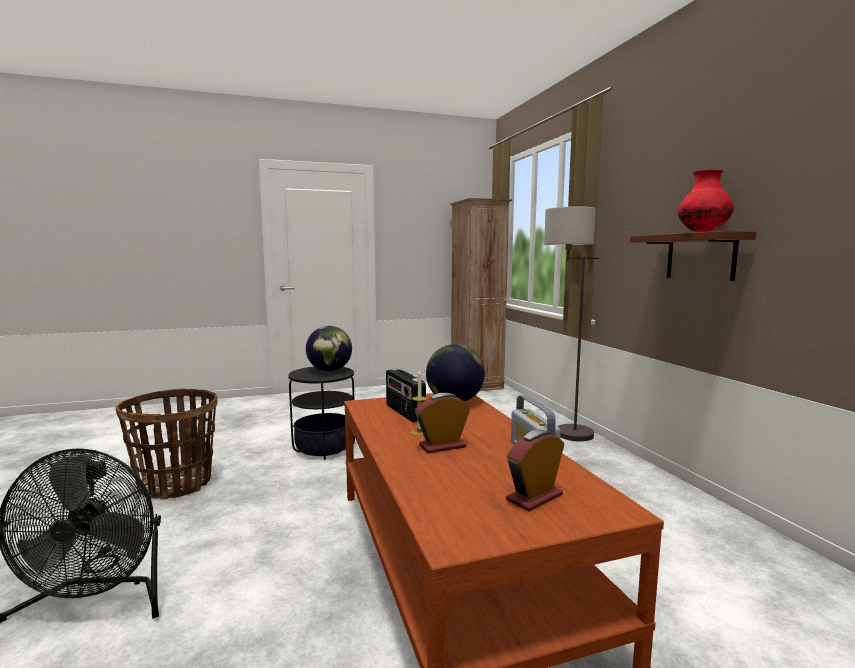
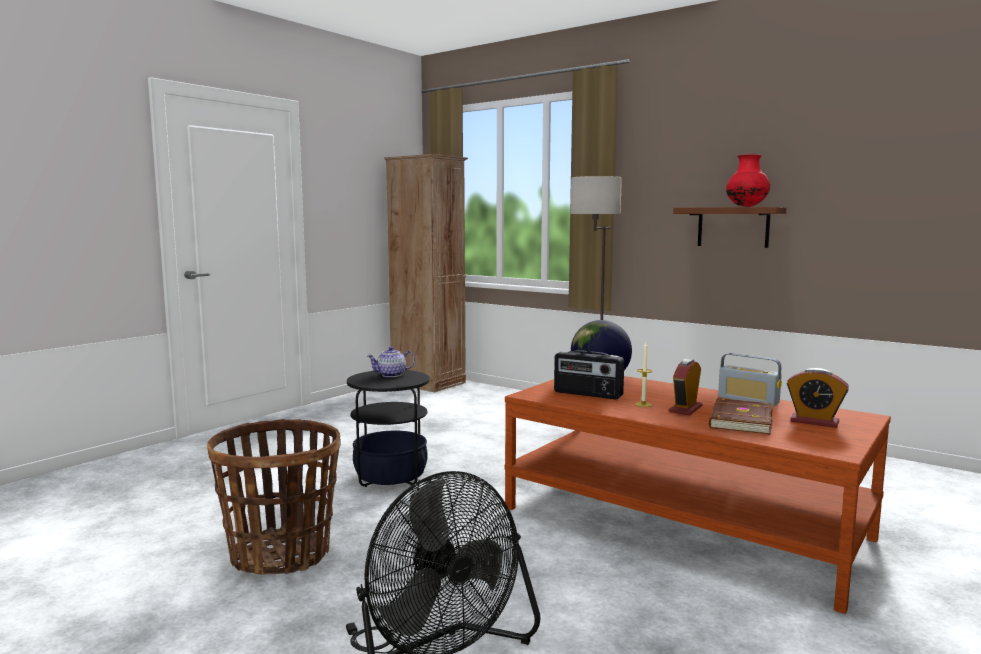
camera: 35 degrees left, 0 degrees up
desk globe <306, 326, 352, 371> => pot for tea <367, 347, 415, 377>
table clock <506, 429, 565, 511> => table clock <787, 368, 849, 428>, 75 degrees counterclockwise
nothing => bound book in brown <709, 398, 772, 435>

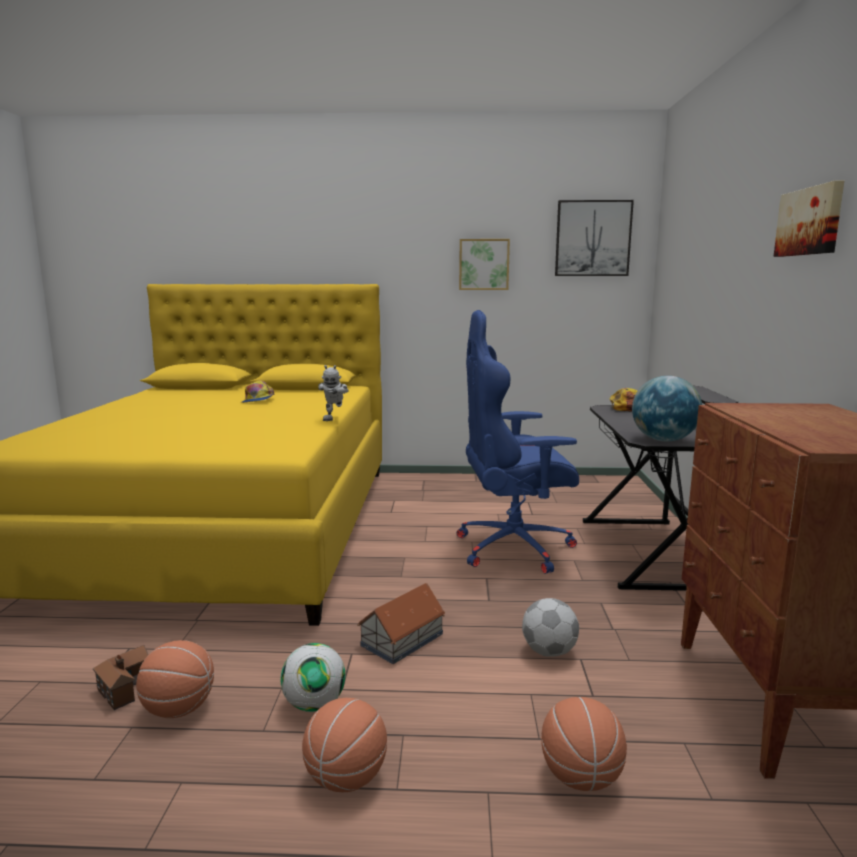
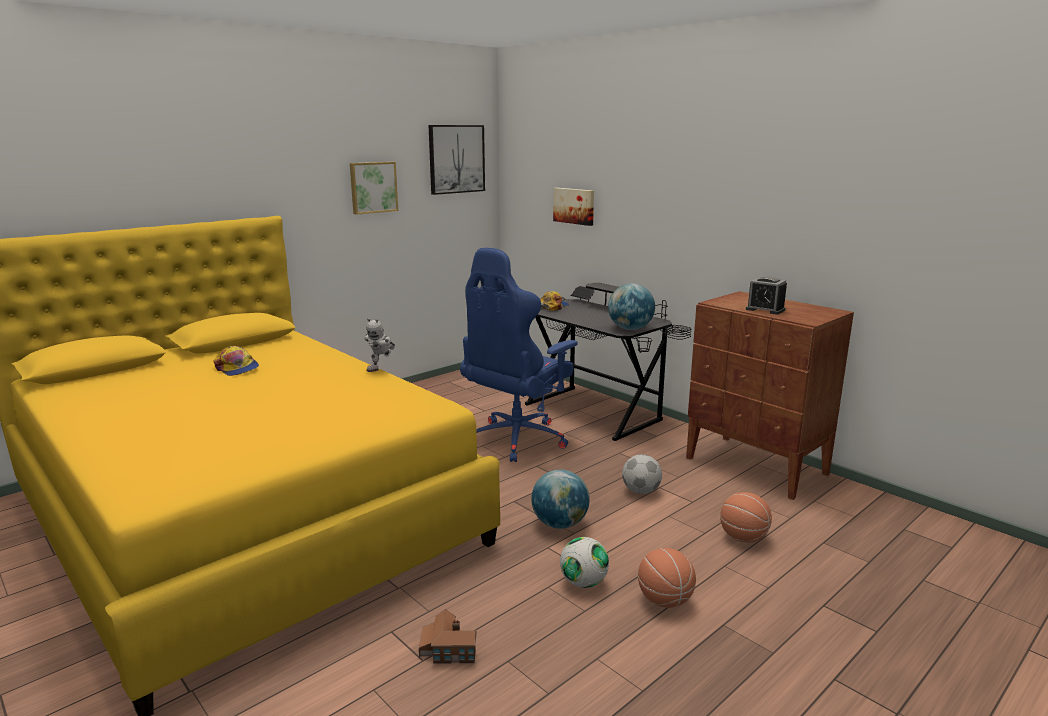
camera: 45 degrees left, 5 degrees up
basketball ball <136, 640, 214, 718> => nothing
toy robot <318, 365, 349, 421> => toy robot <364, 318, 395, 372>, 60 degrees clockwise
toy house <357, 583, 445, 664> => desk globe <531, 469, 590, 529>
picture <774, 181, 844, 257> => picture <553, 188, 594, 226>, relocated
nothing => table clock <746, 276, 787, 315>

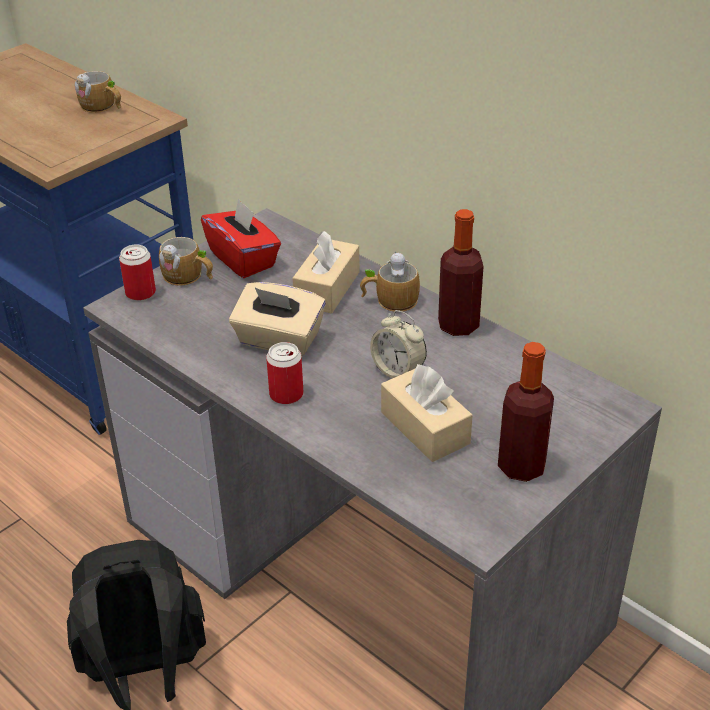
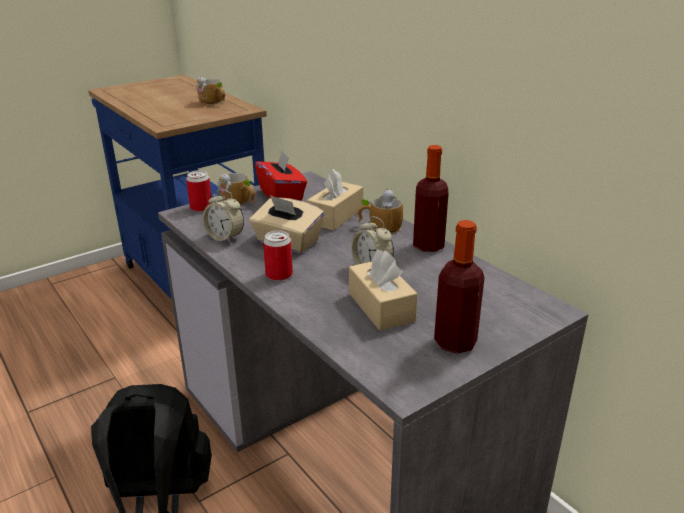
camera: 10 degrees right, 10 degrees down
nothing => table clock <202, 190, 244, 243>

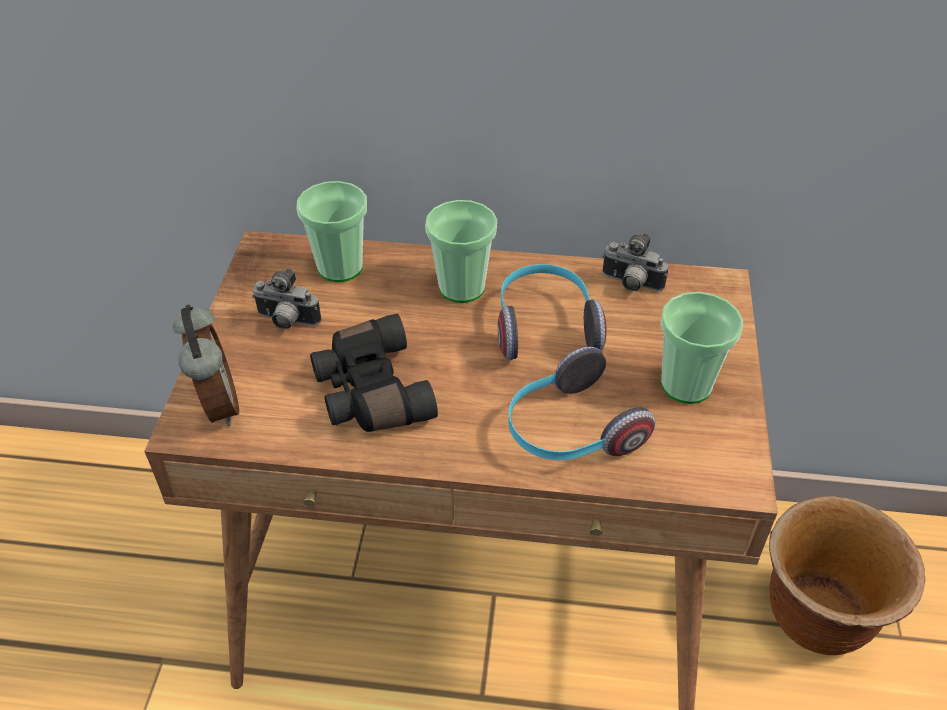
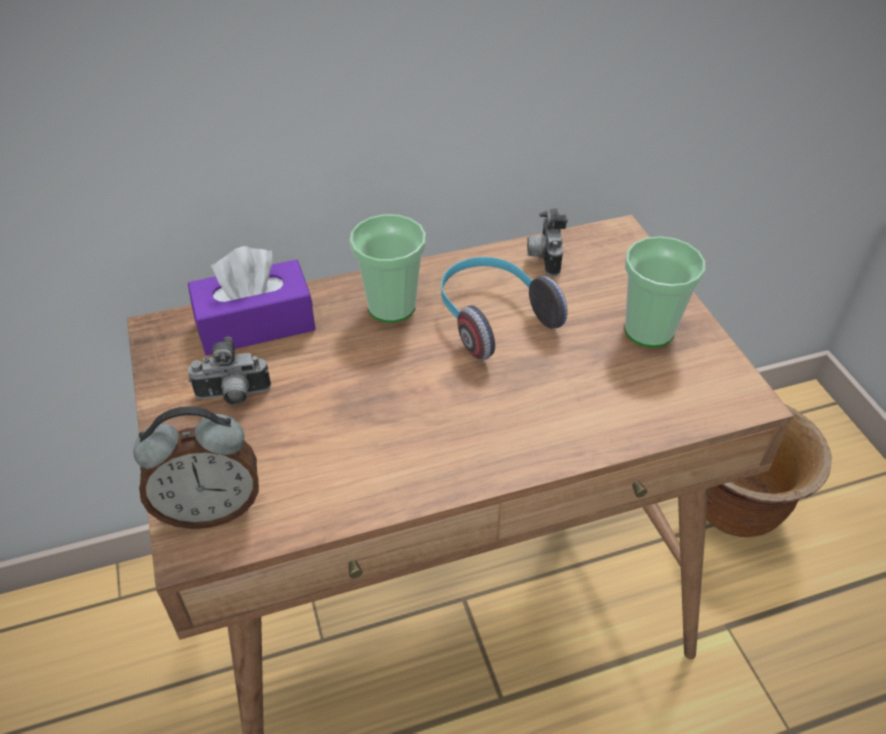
camera: 25 degrees left, 0 degrees up
table clock <173, 304, 239, 426> => table clock <133, 406, 259, 529>, 120 degrees clockwise
cup <296, 181, 367, 282> => tissue holder in purple-coloured <188, 246, 316, 355>
binoculars in black-coloured <310, 314, 438, 432> => nothing
headphones <508, 347, 655, 460> => nothing
photo camera <602, 233, 668, 291> => photo camera <527, 208, 568, 276>, 90 degrees clockwise

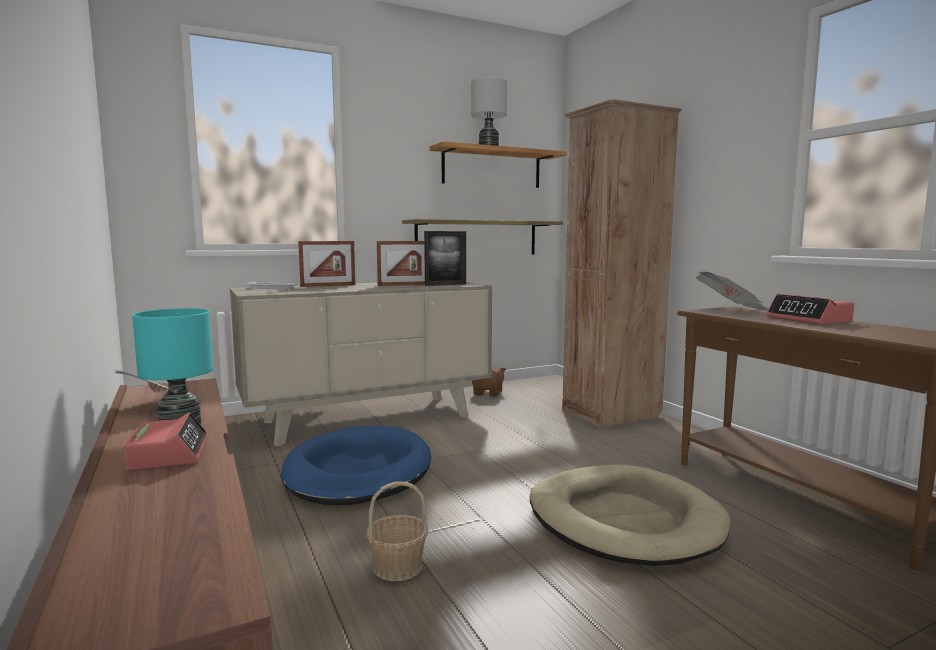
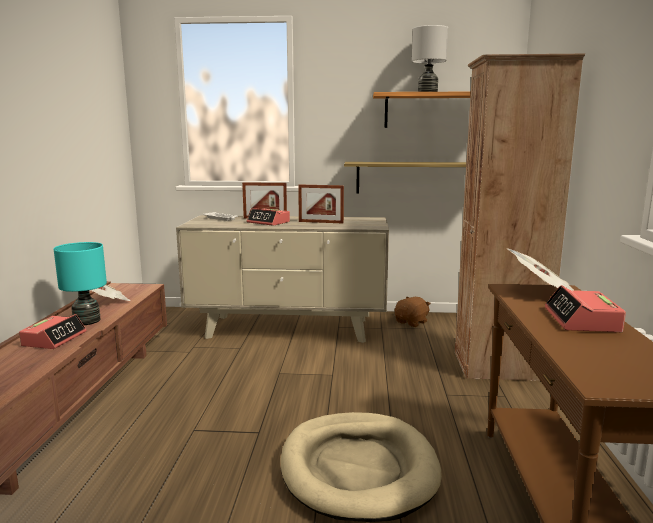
camera: 30 degrees right, 5 degrees up
dog cushion in bluish <281, 426, 431, 505> => nothing
storage basket <366, 481, 428, 581> => nothing
photo frame <424, 231, 466, 286> => nothing
nothing => table clock <246, 208, 290, 226>

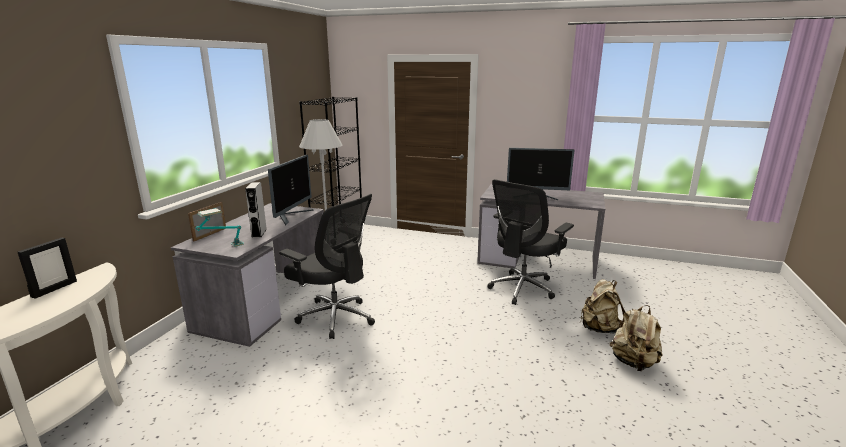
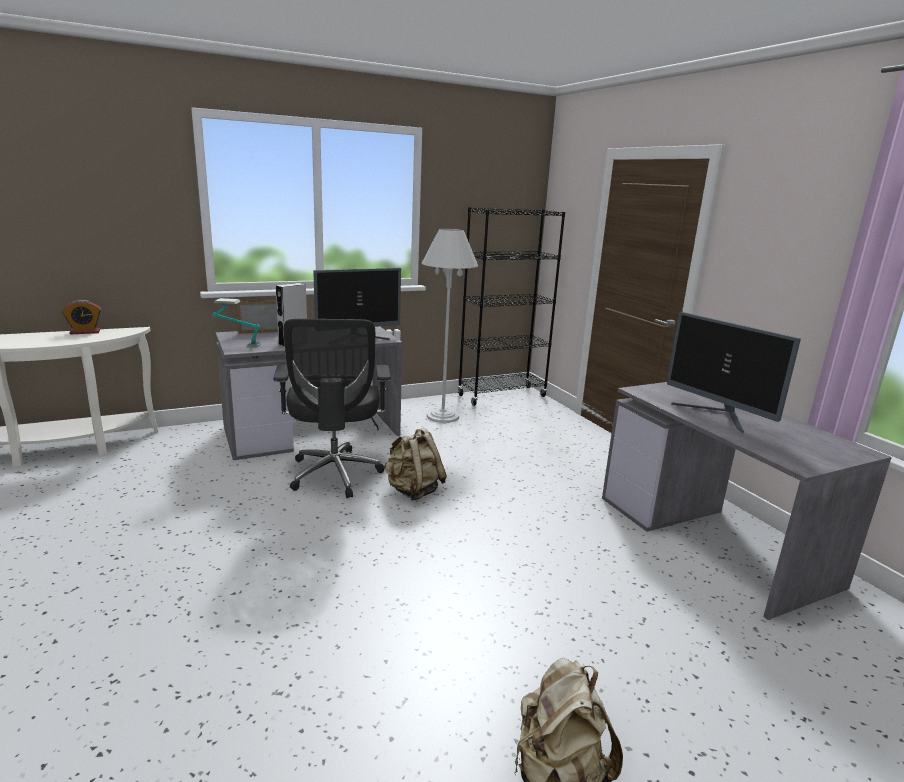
camera: 45 degrees right, 0 degrees up
photo frame <18, 238, 77, 299> => table clock <62, 300, 101, 335>
computer chair <488, 179, 574, 305> => nothing
knapsack in beige <580, 279, 625, 334> => knapsack in beige <383, 428, 447, 501>, relocated

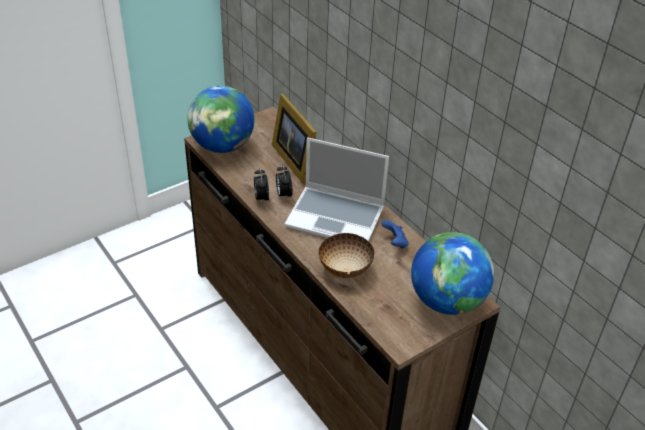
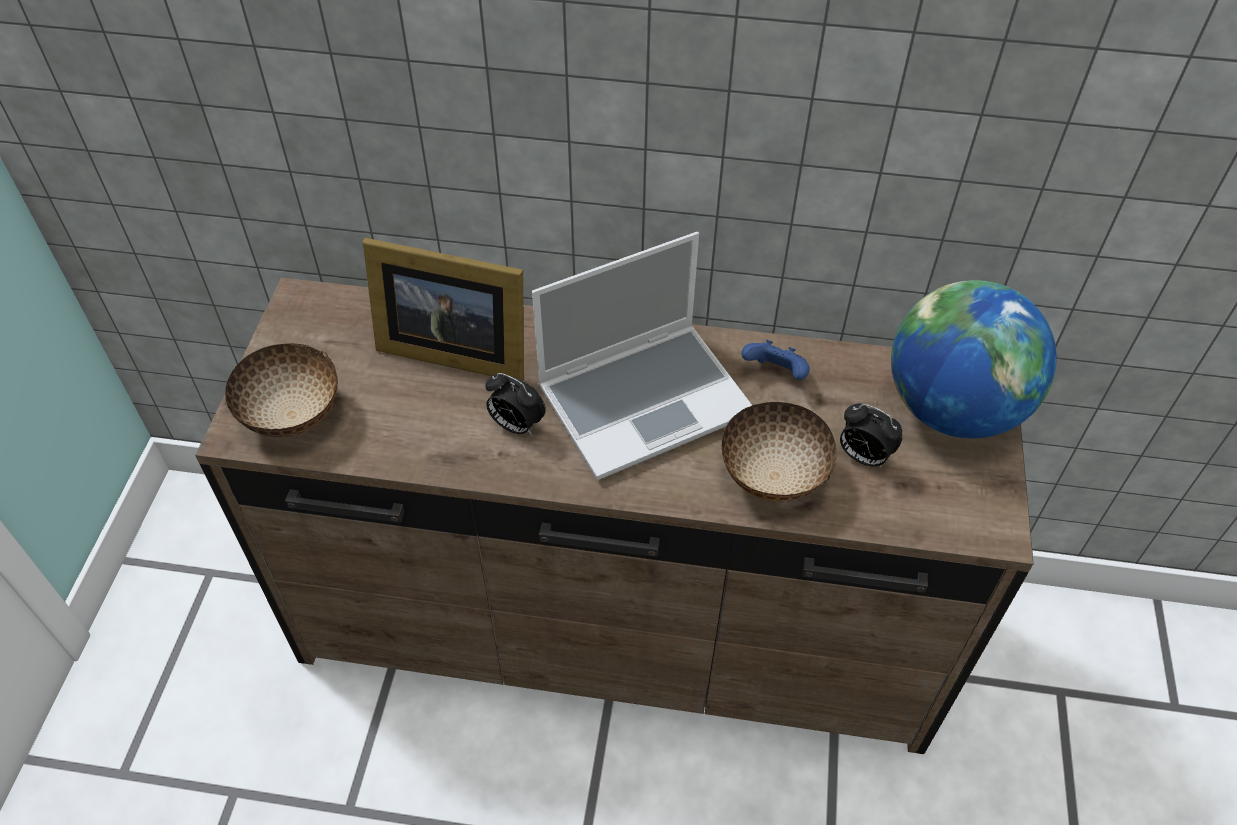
camera: 45 degrees left, 10 degrees up
desk globe <187, 86, 254, 153> => deep dish <225, 343, 338, 437>
table clock <254, 169, 269, 205> => table clock <840, 404, 902, 468>, relocated

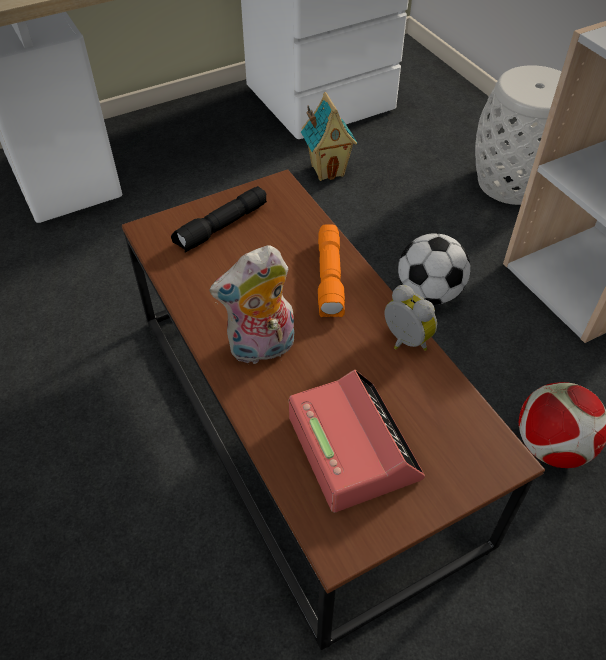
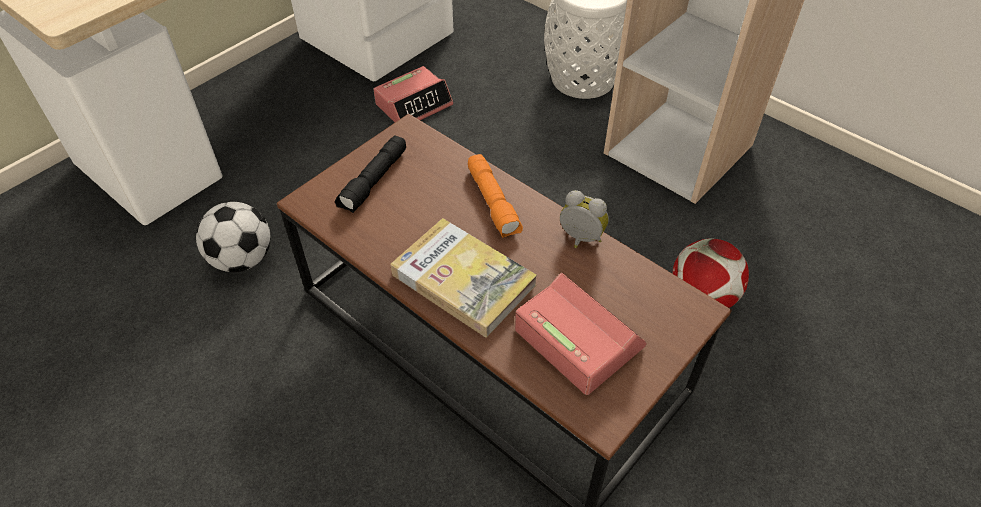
camera: 20 degrees left, 0 degrees up
plush toy <209, 245, 294, 364> => bound book <391, 218, 537, 338>
toy house <301, 92, 358, 181> => table clock <374, 66, 453, 122>
ball for football <398, 233, 470, 305> => ball for football <196, 202, 270, 272>, relocated

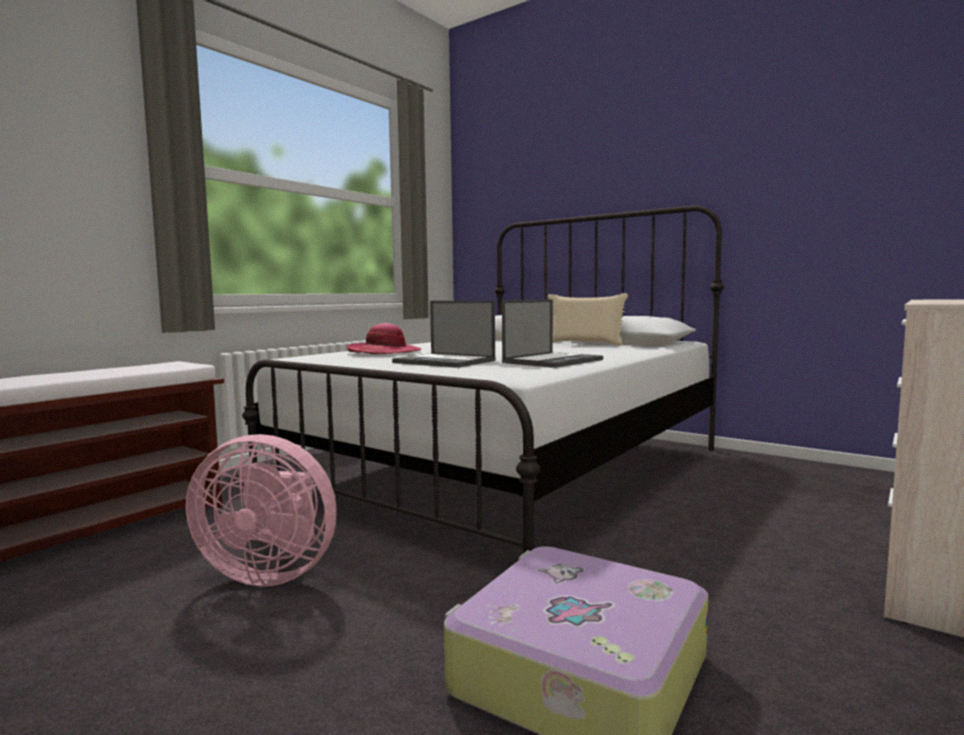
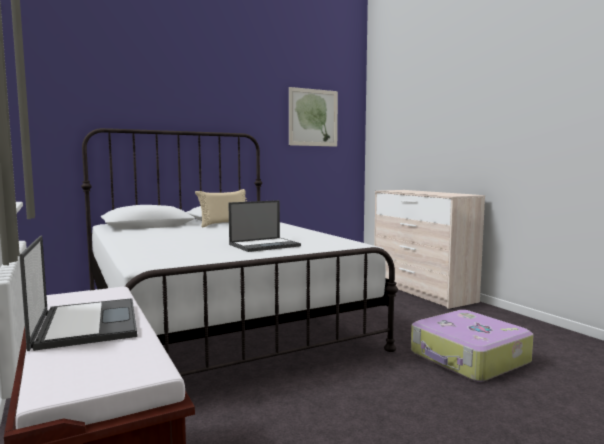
camera: 65 degrees left, 0 degrees up
electric fan in pinkish <186, 434, 337, 586> => nothing
wearable hat <346, 323, 421, 354> => nothing
portable computer <502, 299, 603, 368> => portable computer <19, 235, 137, 351>, relocated
nothing => picture <289, 87, 338, 147>

